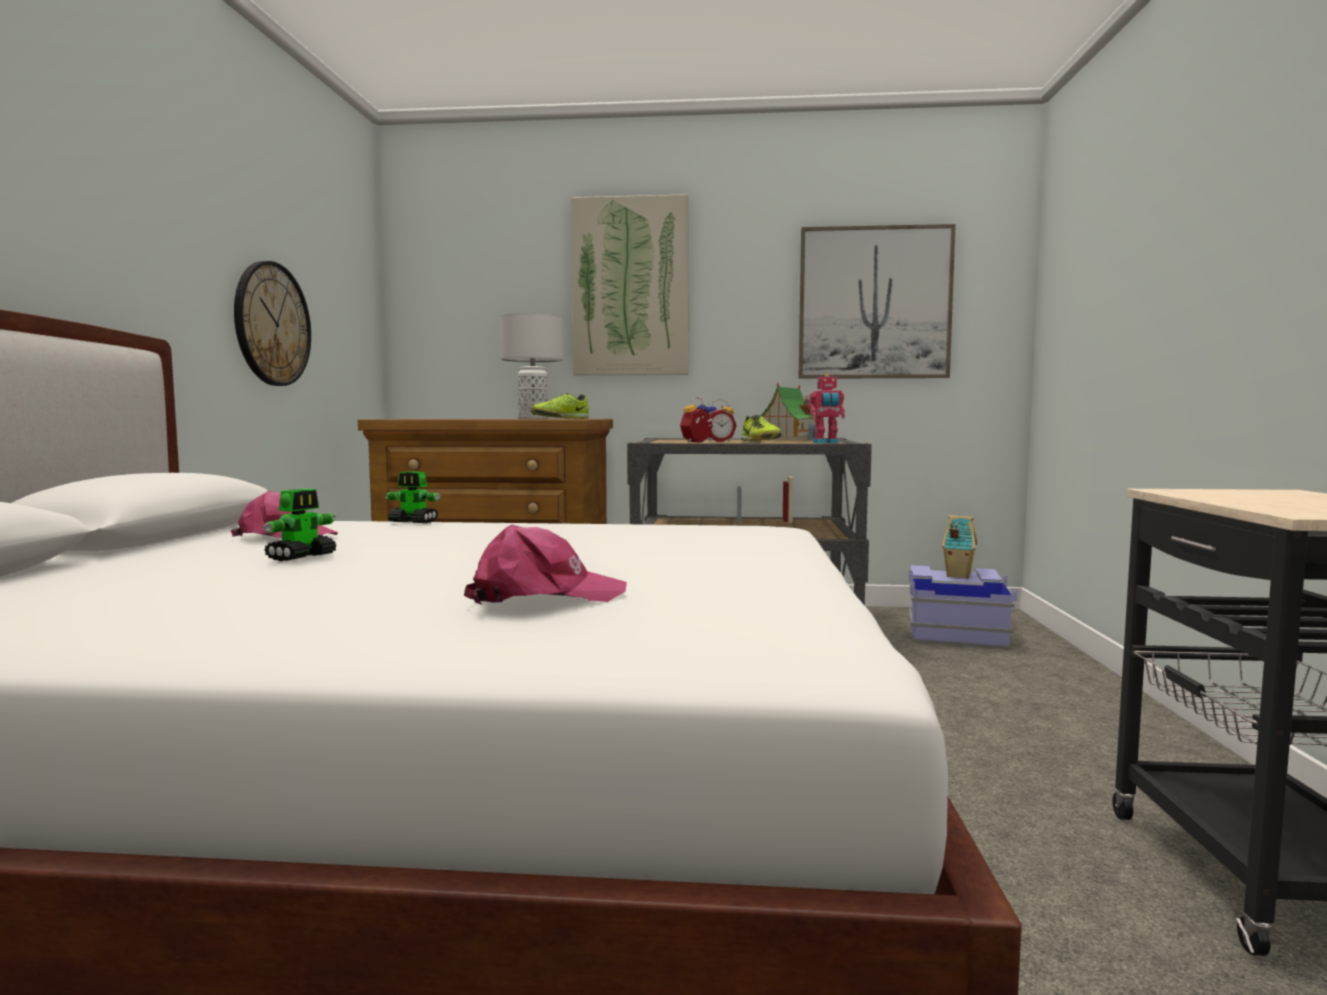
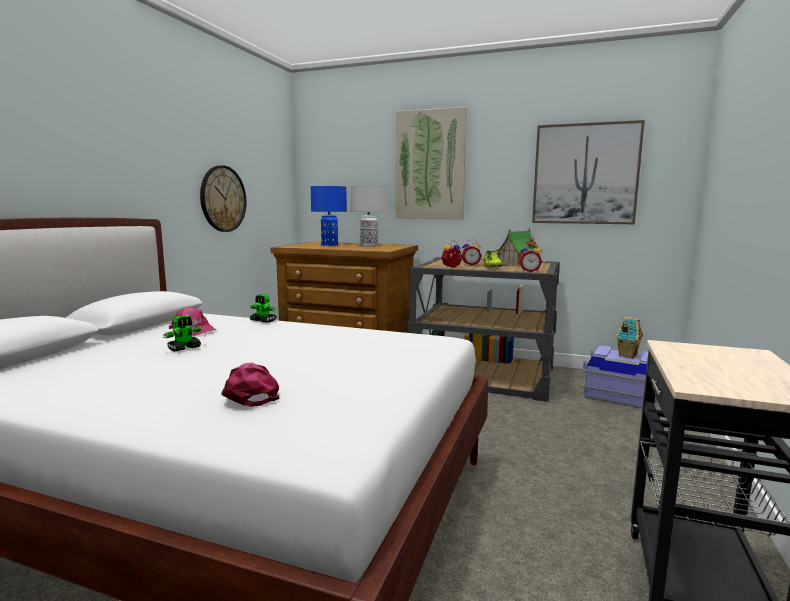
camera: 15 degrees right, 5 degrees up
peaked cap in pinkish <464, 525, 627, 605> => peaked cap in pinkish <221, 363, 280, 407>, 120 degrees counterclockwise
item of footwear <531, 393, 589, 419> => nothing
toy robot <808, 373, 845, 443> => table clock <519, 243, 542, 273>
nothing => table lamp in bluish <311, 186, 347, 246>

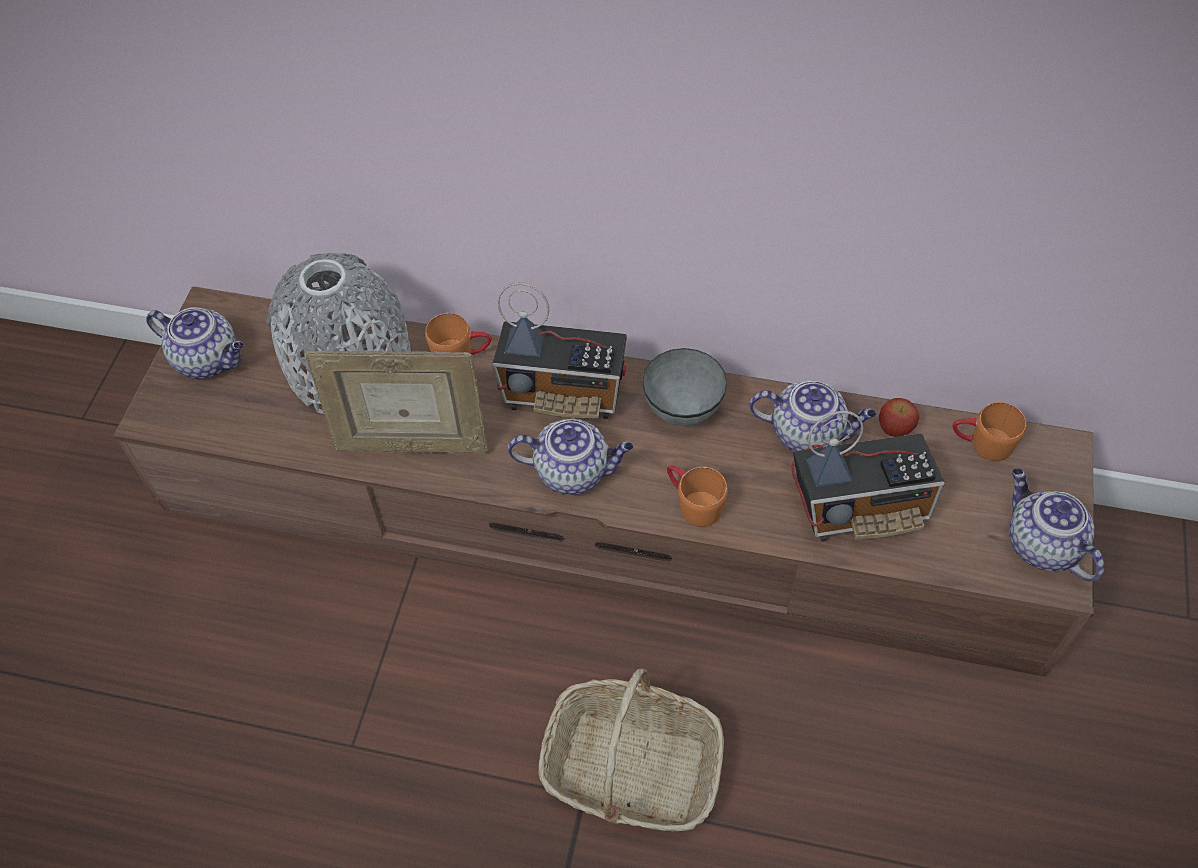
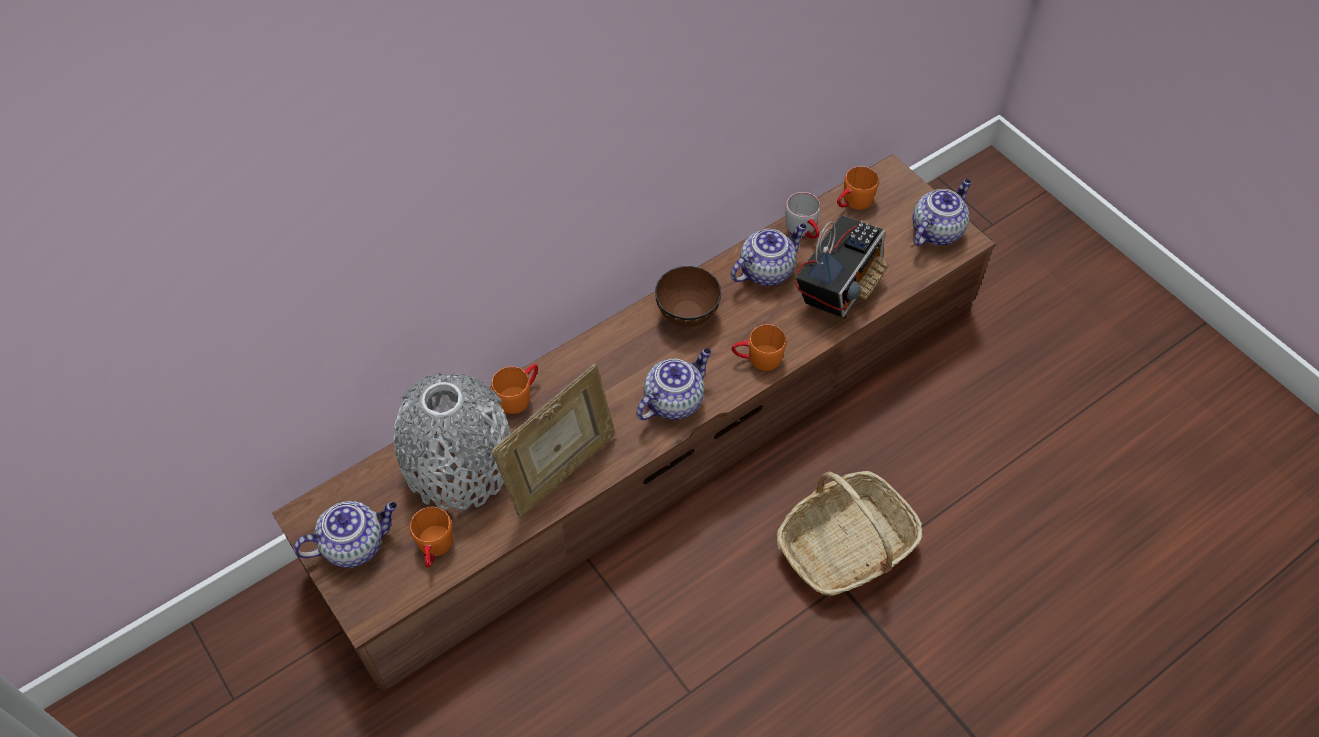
camera: 50 degrees left, 0 degrees up
radio <492, 282, 627, 419> => nothing
deep dish in greyish <642, 348, 727, 426> => deep dish in brown <655, 266, 721, 327>
apple <879, 398, 919, 437> => tea mug in greyish <785, 192, 821, 239>
pot for tea <1009, 468, 1104, 582> => pot for tea <912, 179, 971, 246>, 120 degrees clockwise
nothing => tea mug in orangey <410, 507, 453, 568>

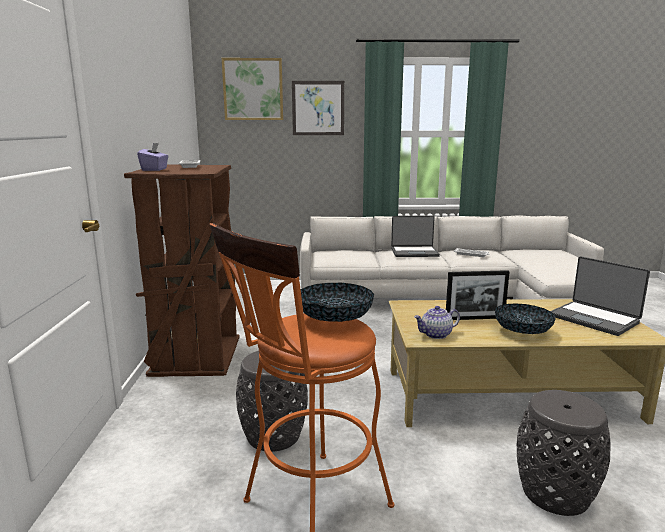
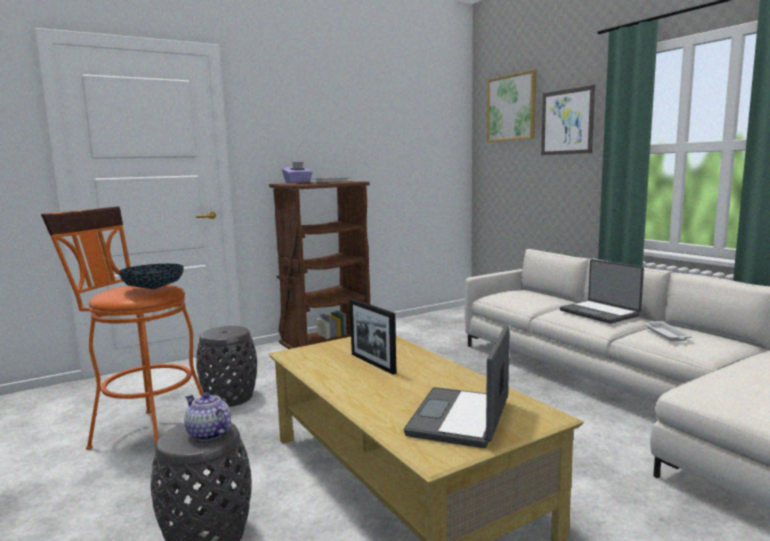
camera: 60 degrees right, 5 degrees down
pot for tea <414, 306, 460, 339> => pot for tea <184, 393, 231, 441>, relocated
deep dish <495, 304, 556, 334> => nothing

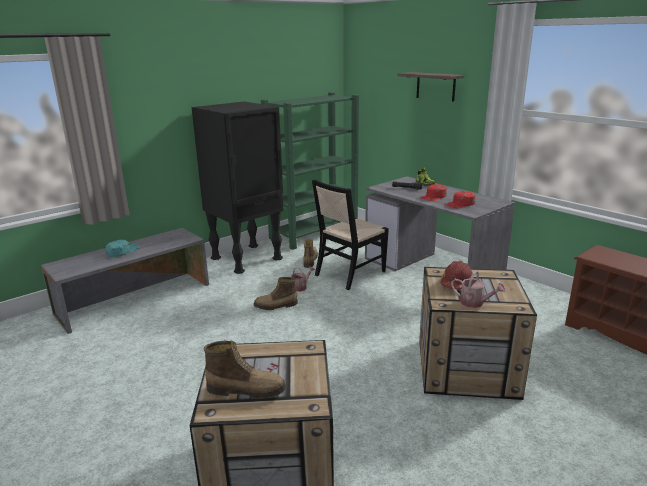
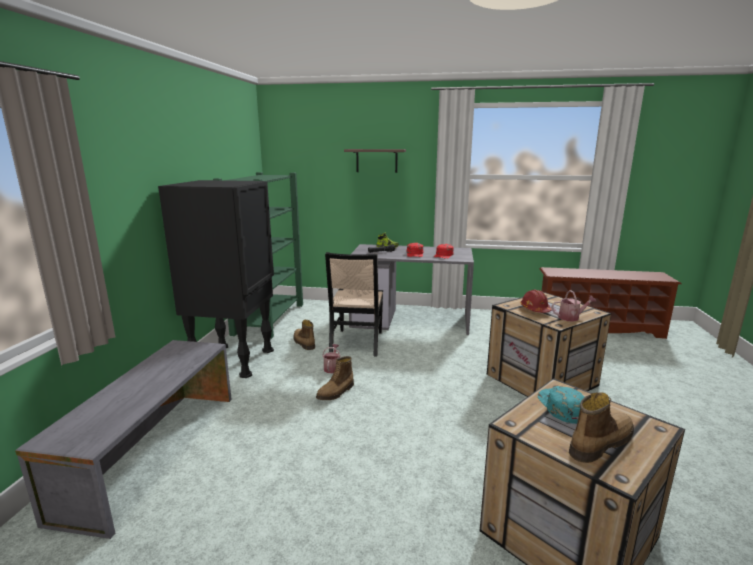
camera: 40 degrees left, 5 degrees down
peaked cap in turquoise-coloured <106, 240, 139, 257> => peaked cap in turquoise-coloured <538, 386, 585, 424>, relocated

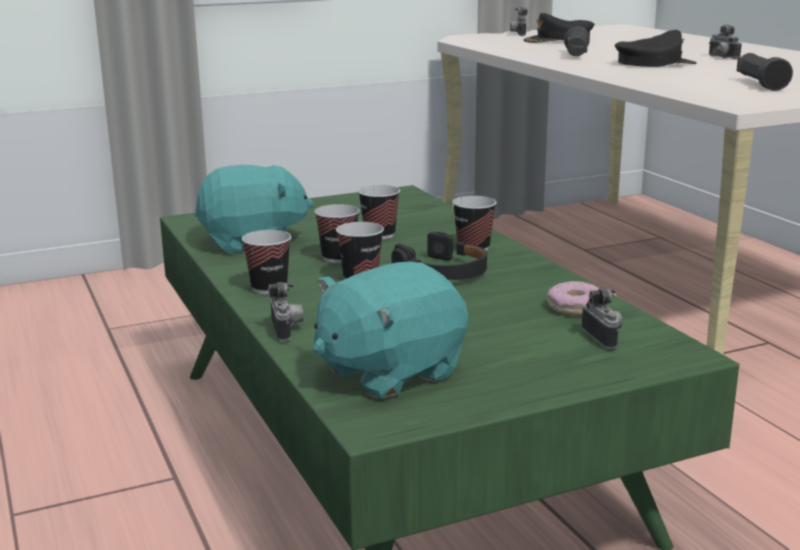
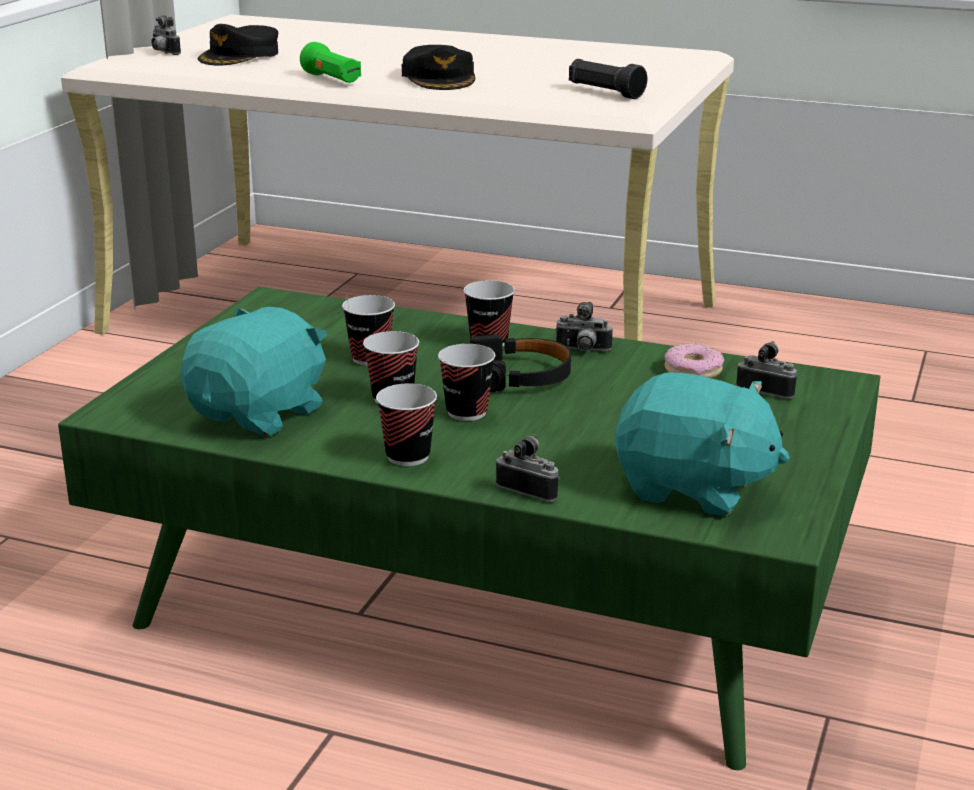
camera: 45 degrees left, 5 degrees up
plush toy in turquoise-coloured <313, 261, 468, 399> => plush toy in turquoise-coloured <615, 372, 790, 516>, 75 degrees counterclockwise
hand torch in black-coloured <564, 26, 590, 56> => hand torch in green <300, 42, 361, 83>
peaked cap in black-coloured <615, 30, 697, 67> => peaked cap in black-coloured <402, 45, 475, 90>, 135 degrees clockwise
photo camera <709, 24, 742, 59> => photo camera <555, 302, 613, 352>, relocated

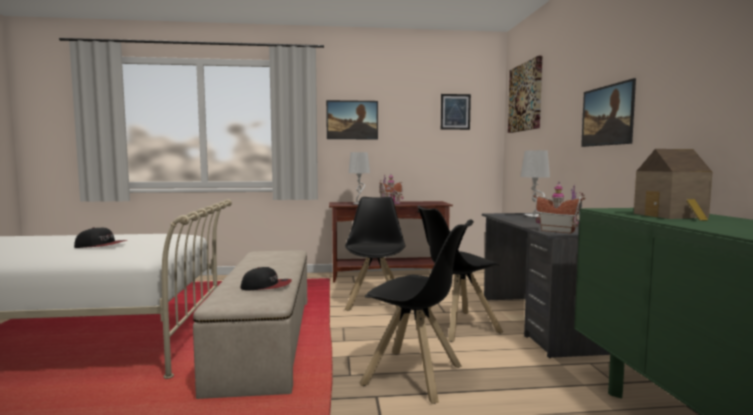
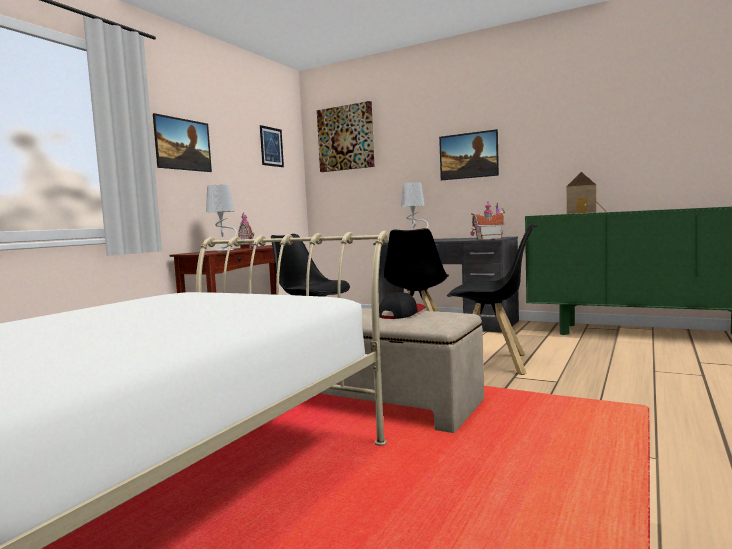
camera: 55 degrees left, 0 degrees up
peaked cap <74, 227, 127, 248> => nothing
upright chair in black-coloured <359, 220, 474, 404> => upright chair in black-coloured <447, 224, 538, 375>, 45 degrees clockwise

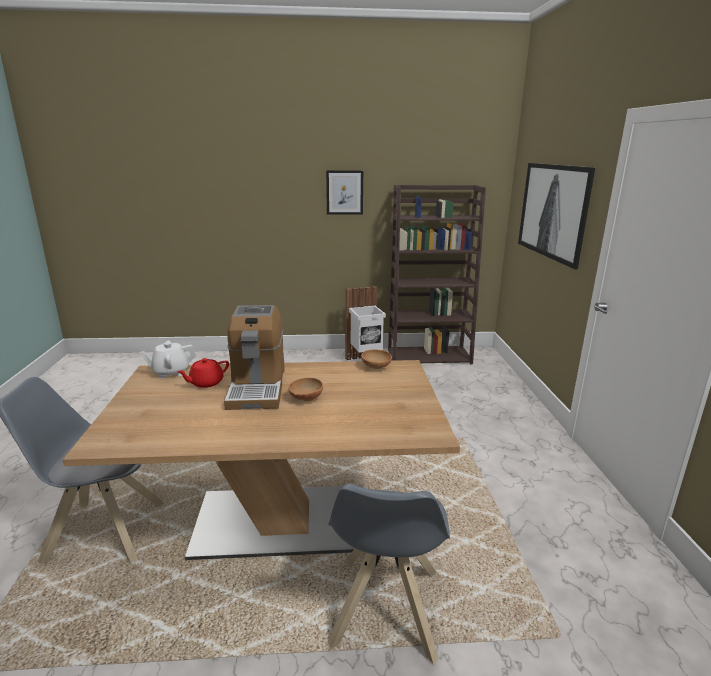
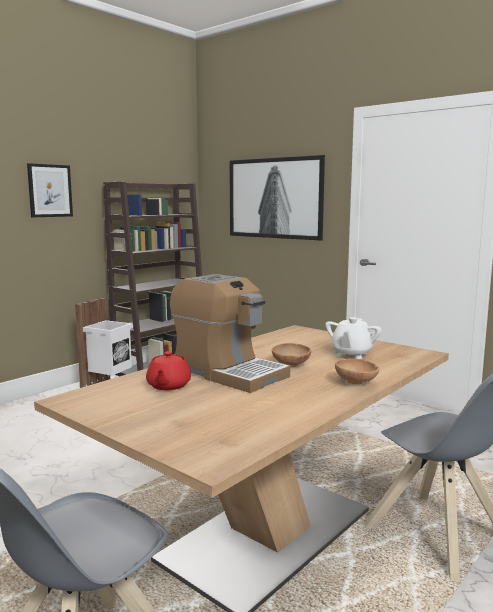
camera: 45 degrees left, 10 degrees down
pot for tea in whitish <140, 340, 196, 379> => pot for tea in whitish <325, 317, 381, 359>, relocated
deep dish in brown <361, 349, 392, 369> => deep dish in brown <335, 358, 379, 384>, relocated

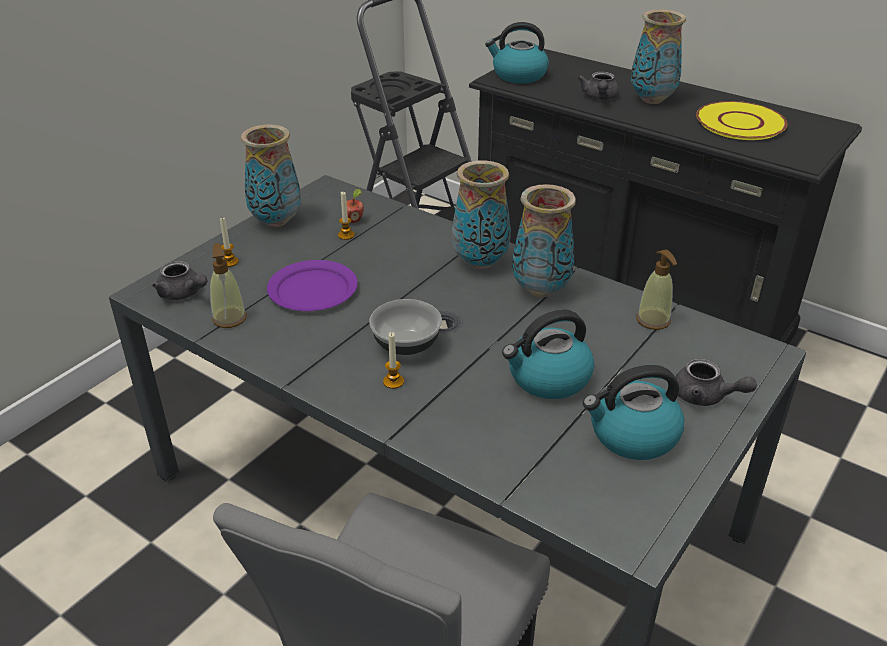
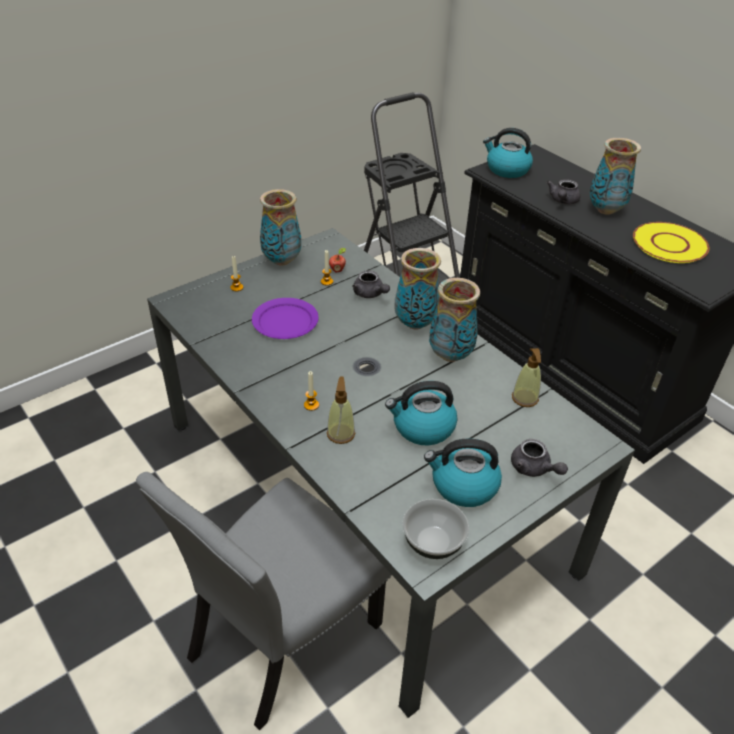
camera: 15 degrees right, 5 degrees up
pot for tea in greyish <152, 261, 207, 300> => pot for tea in greyish <352, 270, 390, 298>, relocated
soap dispenser <210, 243, 247, 328> => soap dispenser <327, 377, 355, 444>, relocated
deep dish <369, 299, 442, 355> => deep dish <403, 499, 469, 559>, relocated

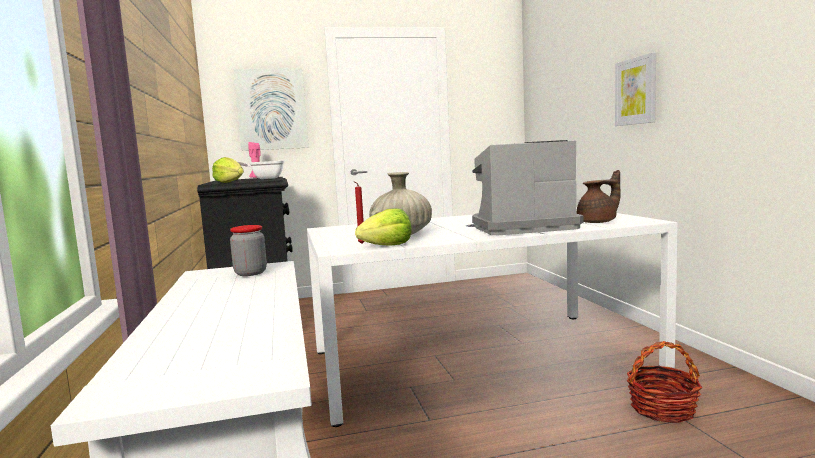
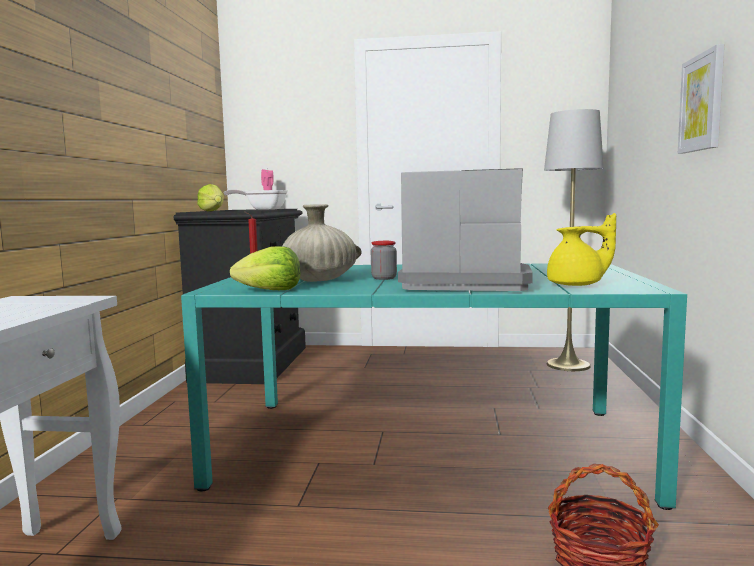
camera: 20 degrees right, 0 degrees up
jar <230, 225, 267, 276> => jar <371, 241, 397, 280>, relocated
picture <234, 68, 309, 151> => nothing
kitchen table in whitish <307, 213, 678, 427> => kitchen table in turquoise-coloured <181, 263, 687, 510>
pot for tea in brown <577, 170, 621, 223> => pot for tea in yellow-coloured <547, 213, 616, 286>
nothing => floor lamp in greyish <544, 109, 604, 371>

